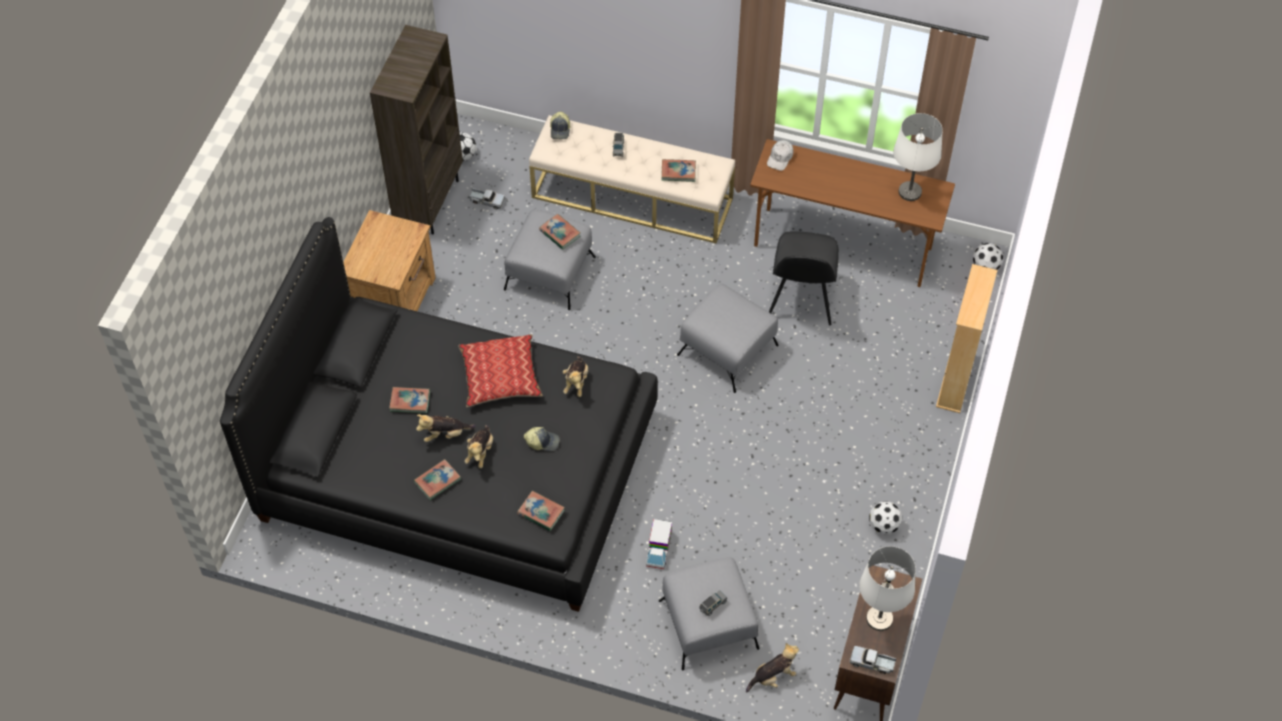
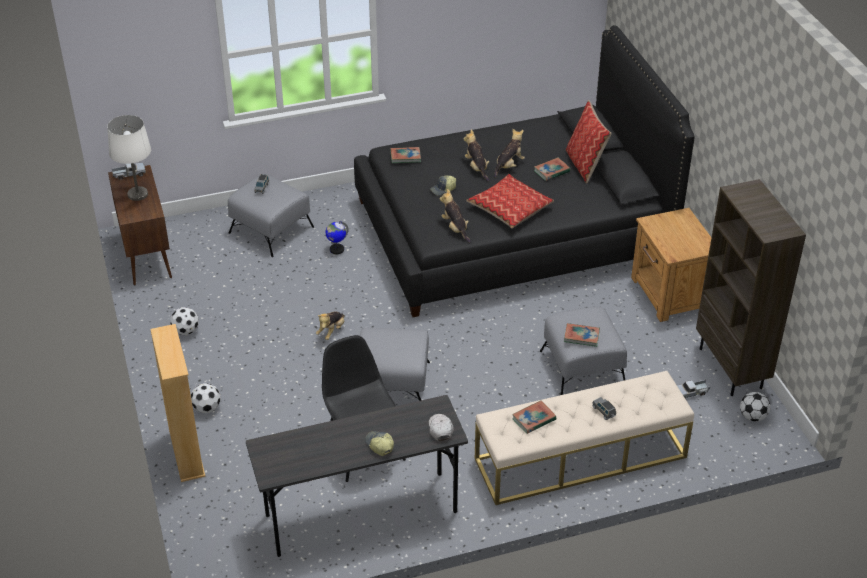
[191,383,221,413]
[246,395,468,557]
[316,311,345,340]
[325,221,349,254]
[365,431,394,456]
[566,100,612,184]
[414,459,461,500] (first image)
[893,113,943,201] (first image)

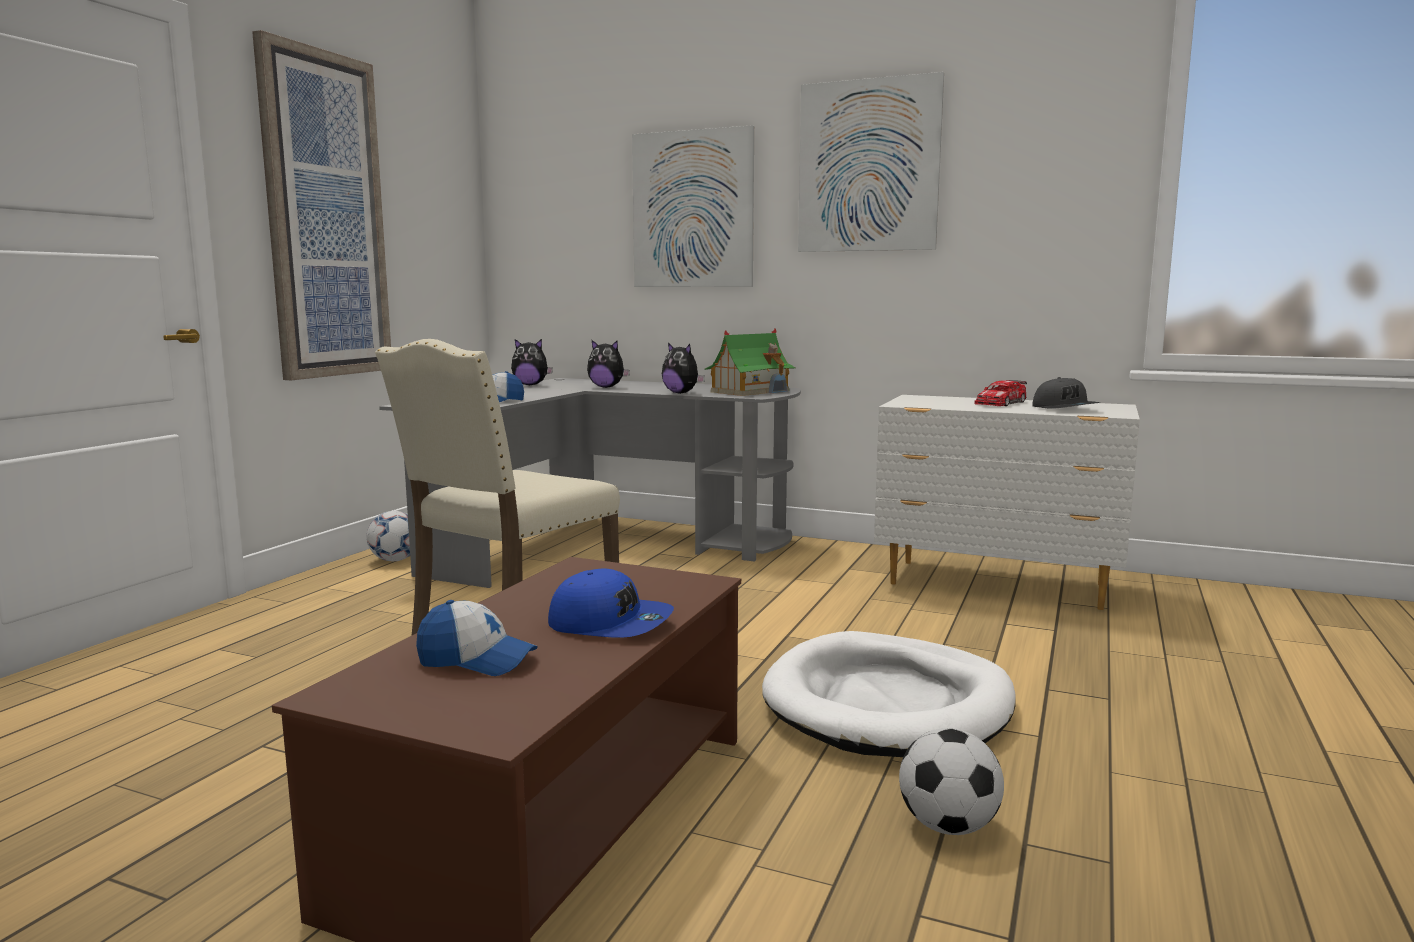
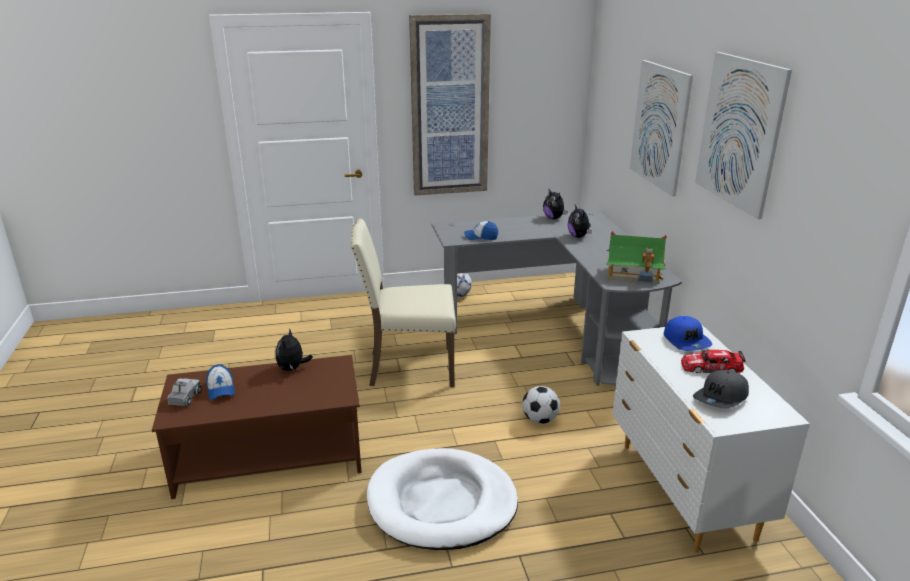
[167,378,202,406]
[275,328,313,371]
[522,386,560,424]
[664,316,712,351]

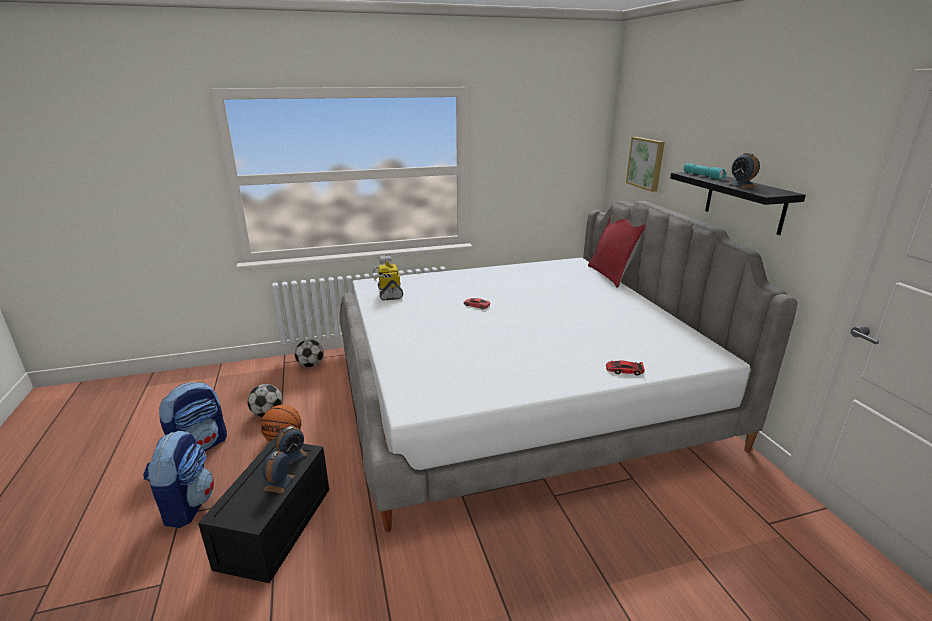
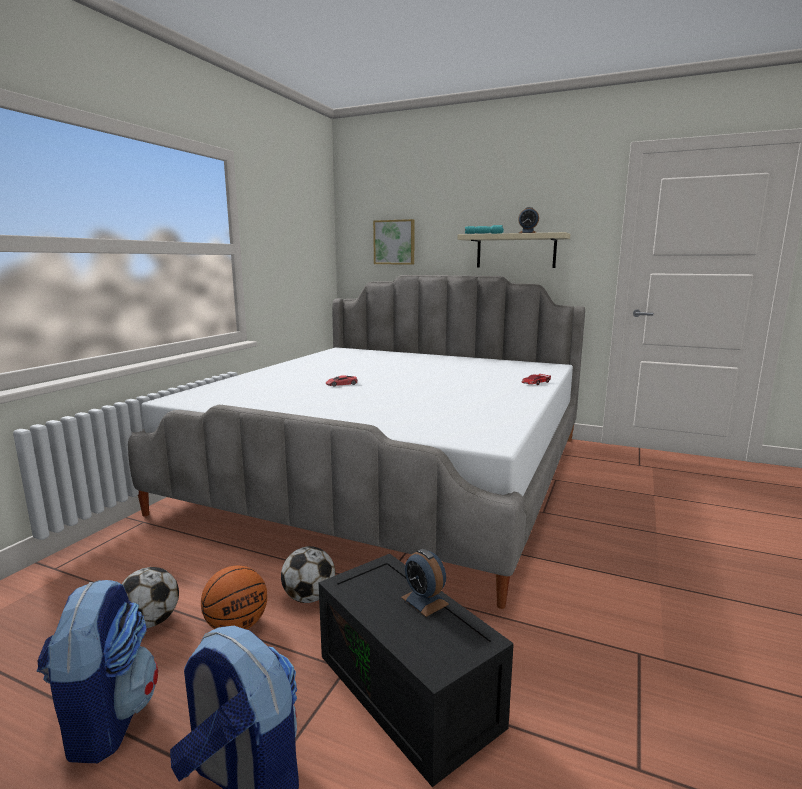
[281,546,335,603]
[457,232,570,268]
[275,426,308,464] (first image)
[372,254,403,300] (first image)
[588,216,646,288] (first image)

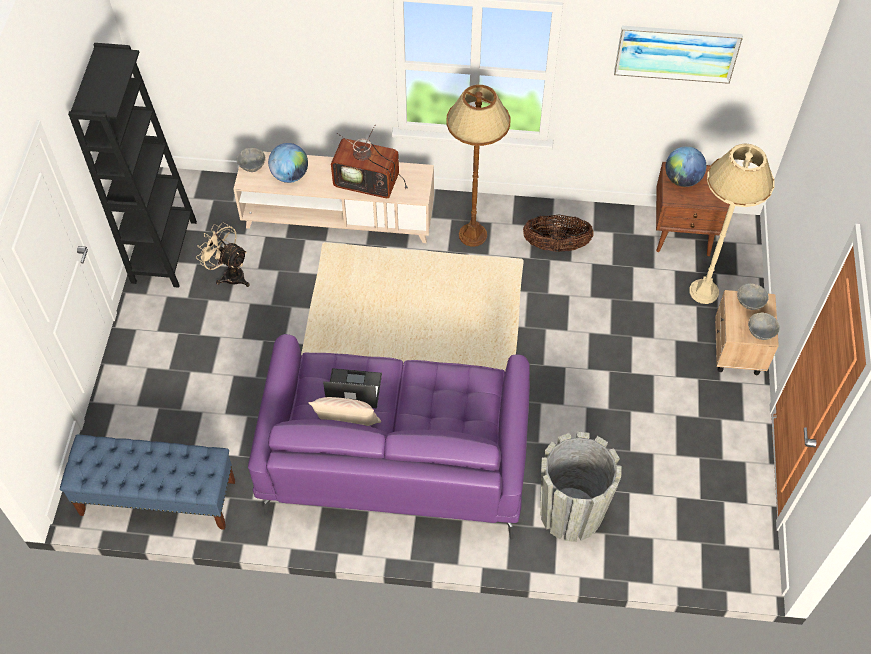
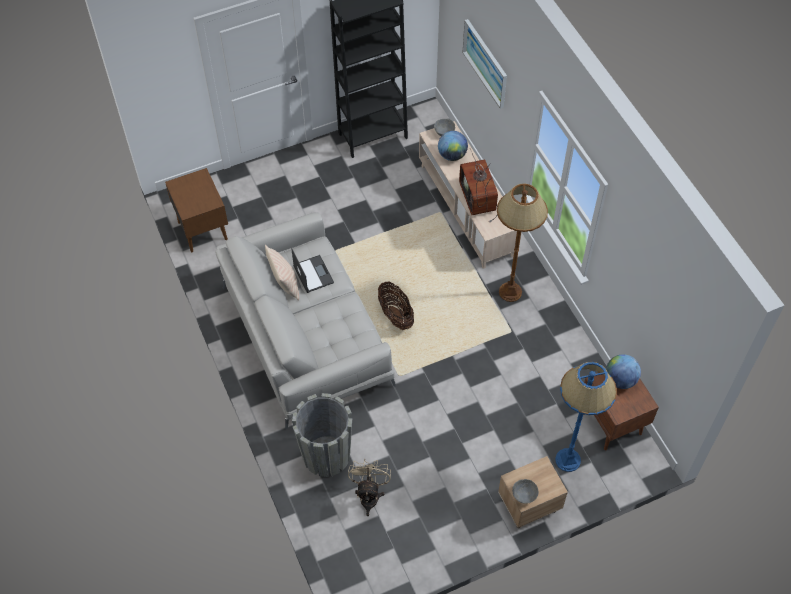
[165,168,228,252]
[215,212,396,430]
[348,459,391,516]
[378,282,414,330]
[462,19,507,109]
[555,362,617,472]
[737,283,769,310] (first image)

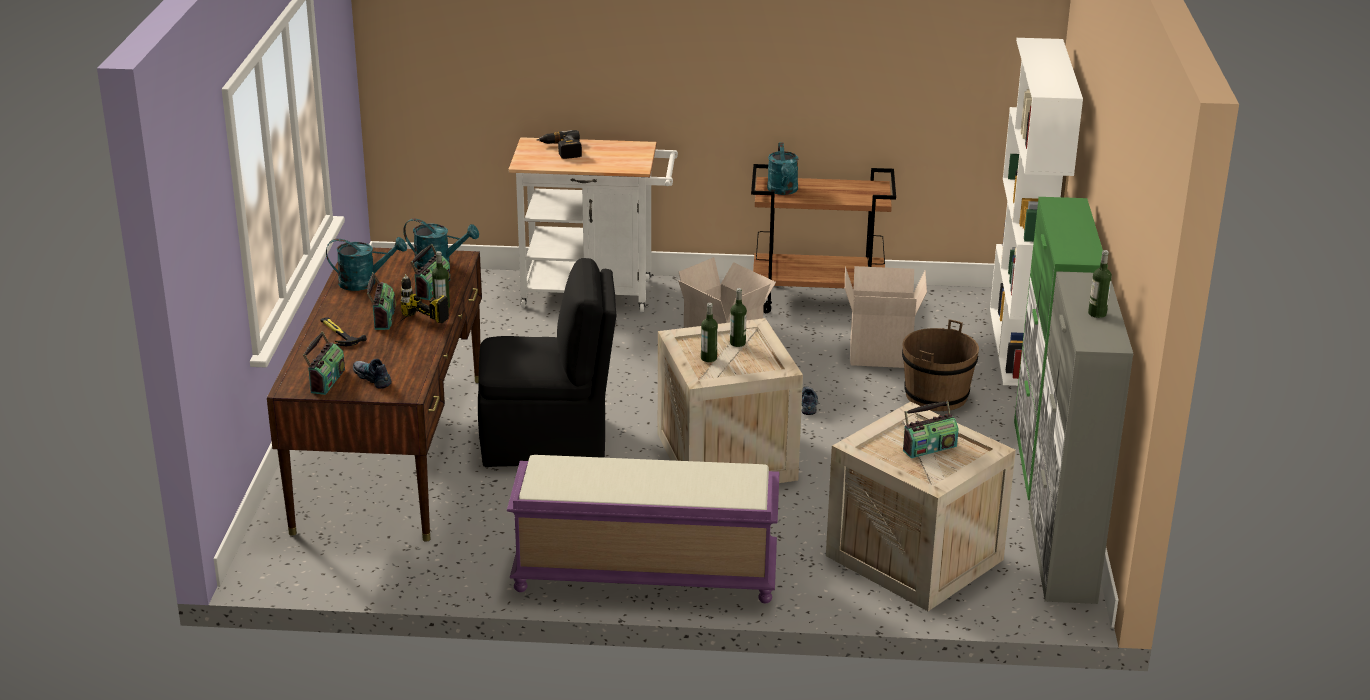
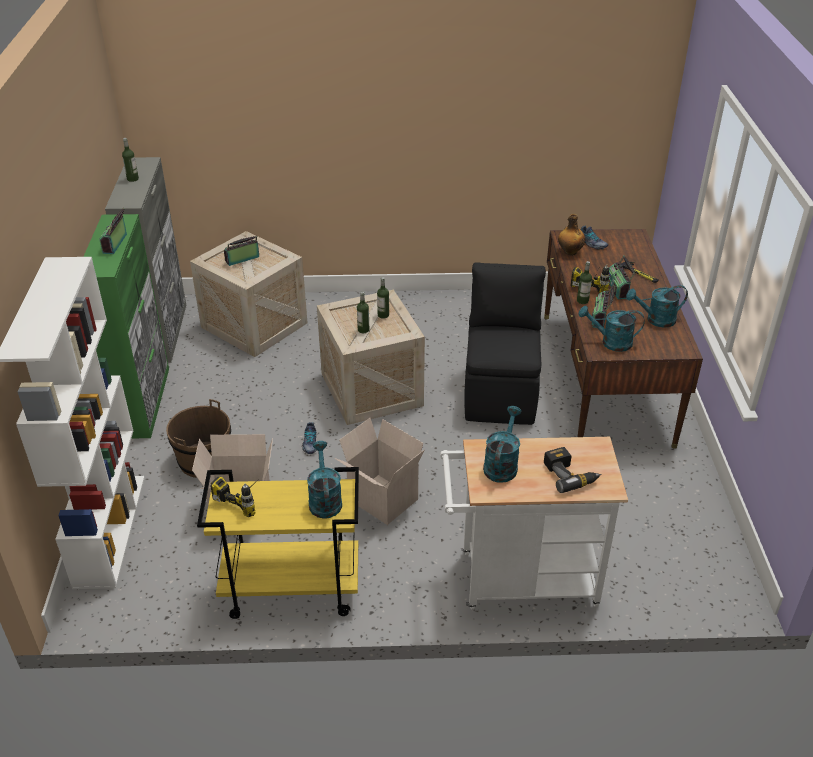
[99,208,127,254]
[197,467,359,619]
[210,476,262,517]
[464,262,546,425]
[483,406,522,483]
[558,214,585,256]
[507,455,779,603] (first image)

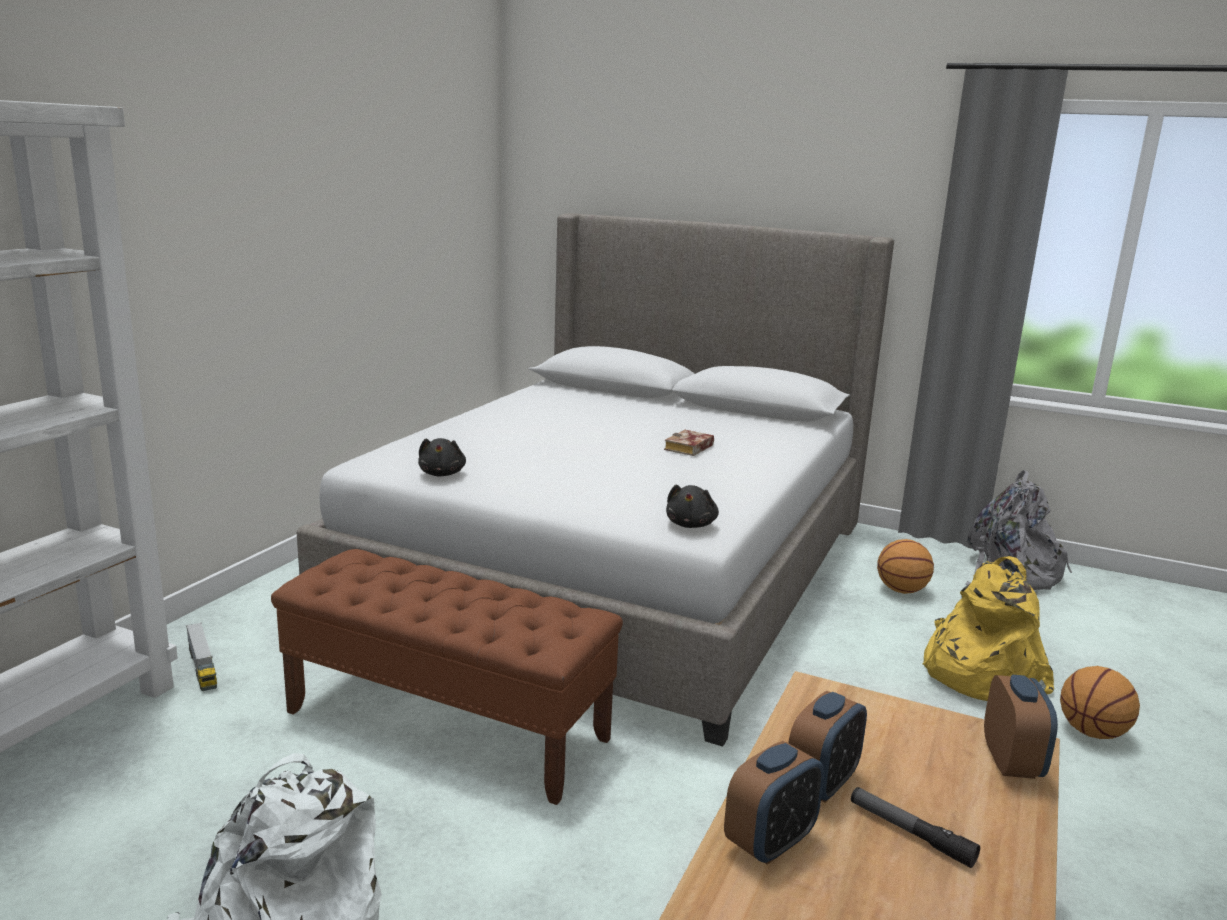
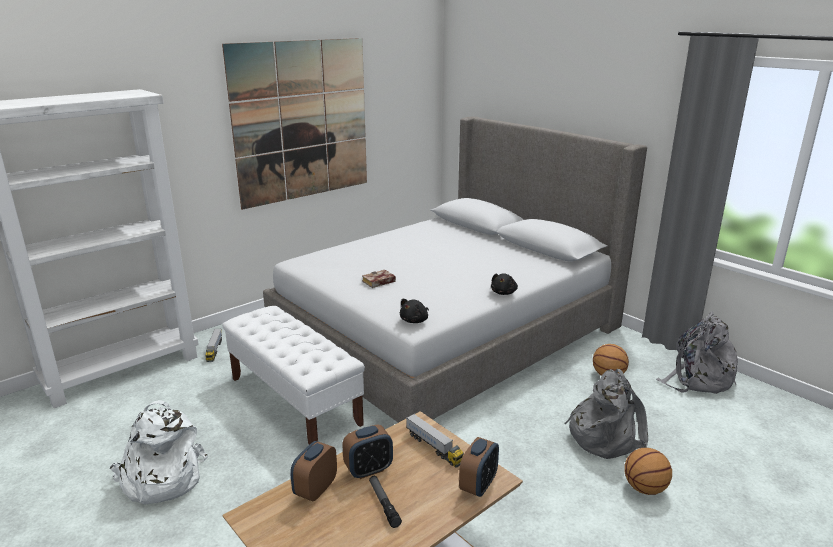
[222,38,367,210]
[222,306,365,444]
[290,441,337,501]
[362,270,396,288]
[406,414,464,467]
[491,273,518,295]
[565,369,648,459]

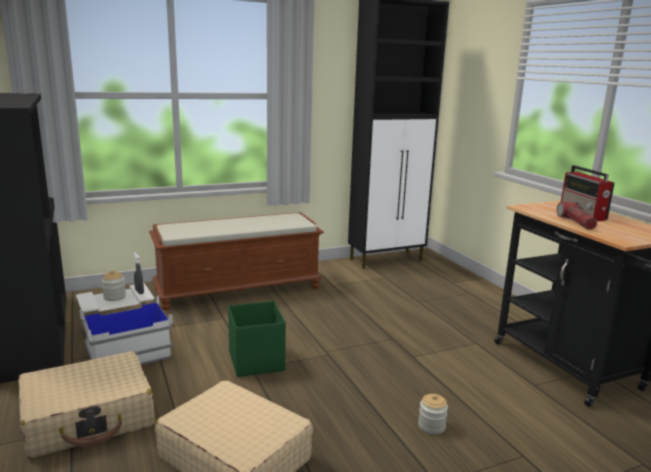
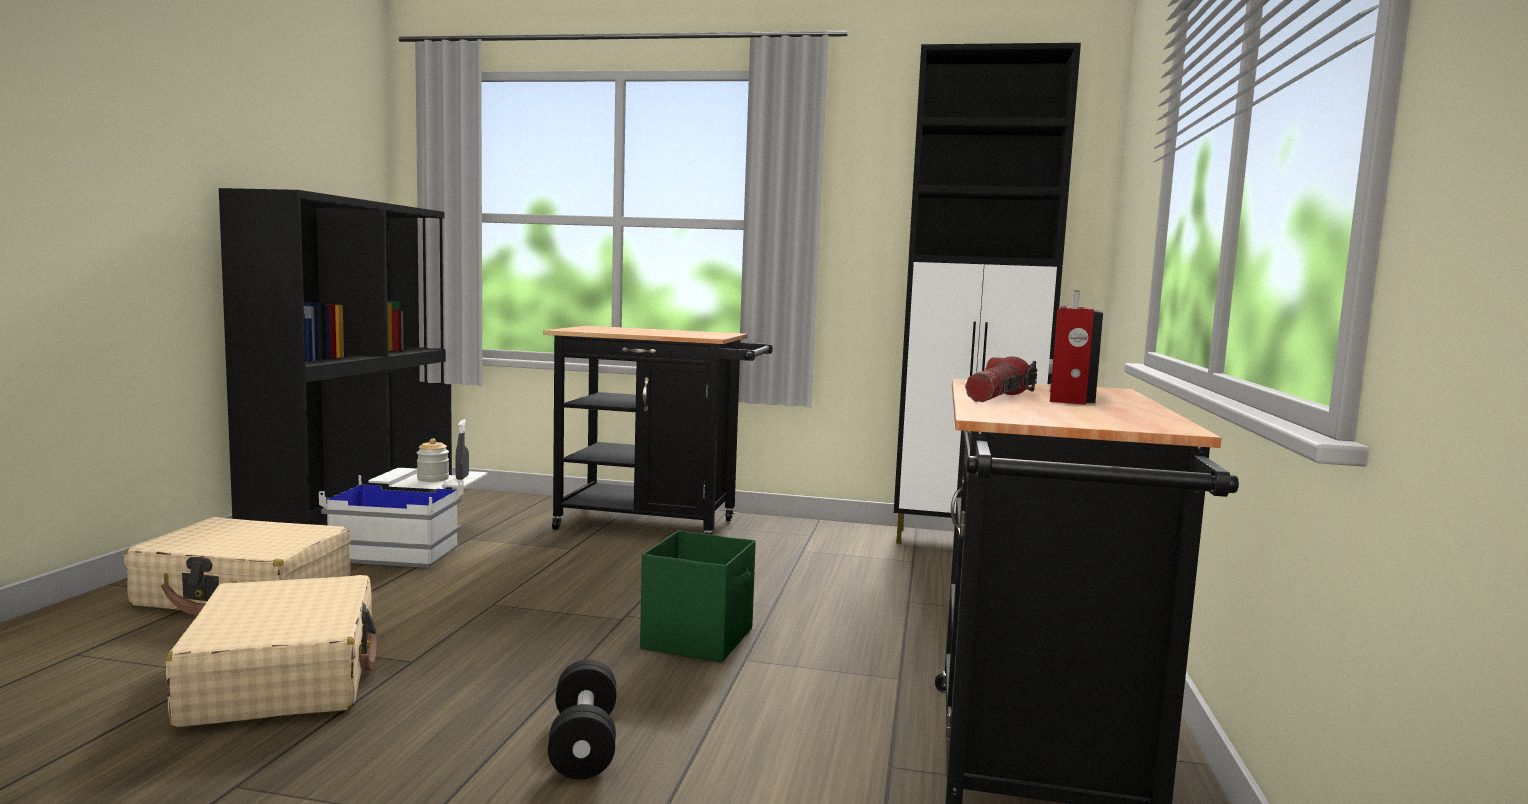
[543,326,773,535]
[548,659,616,779]
[640,531,756,662]

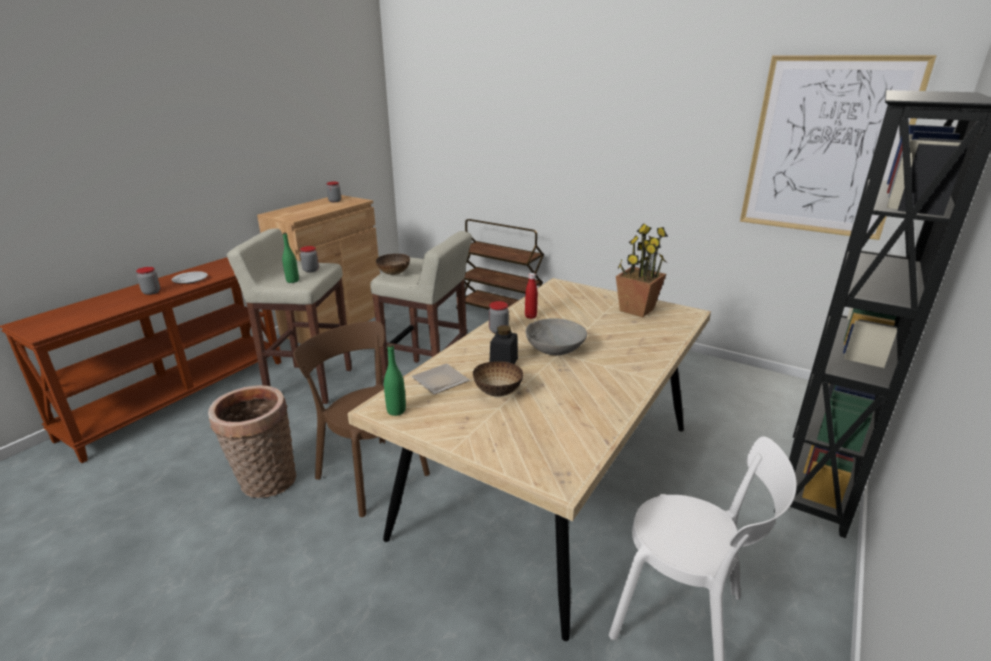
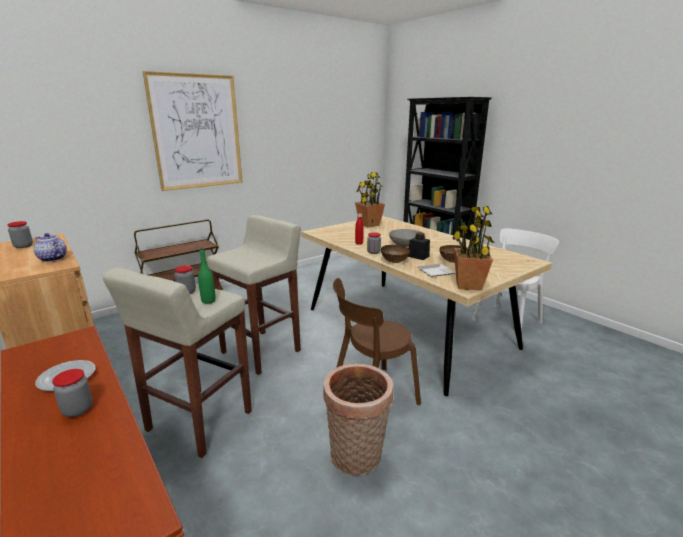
[33,233,67,262]
[143,71,243,191]
[381,245,410,263]
[452,206,494,290]

